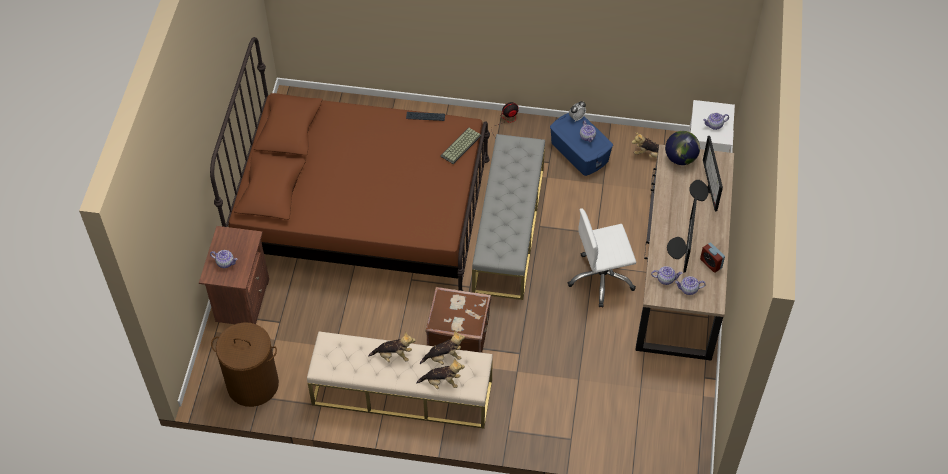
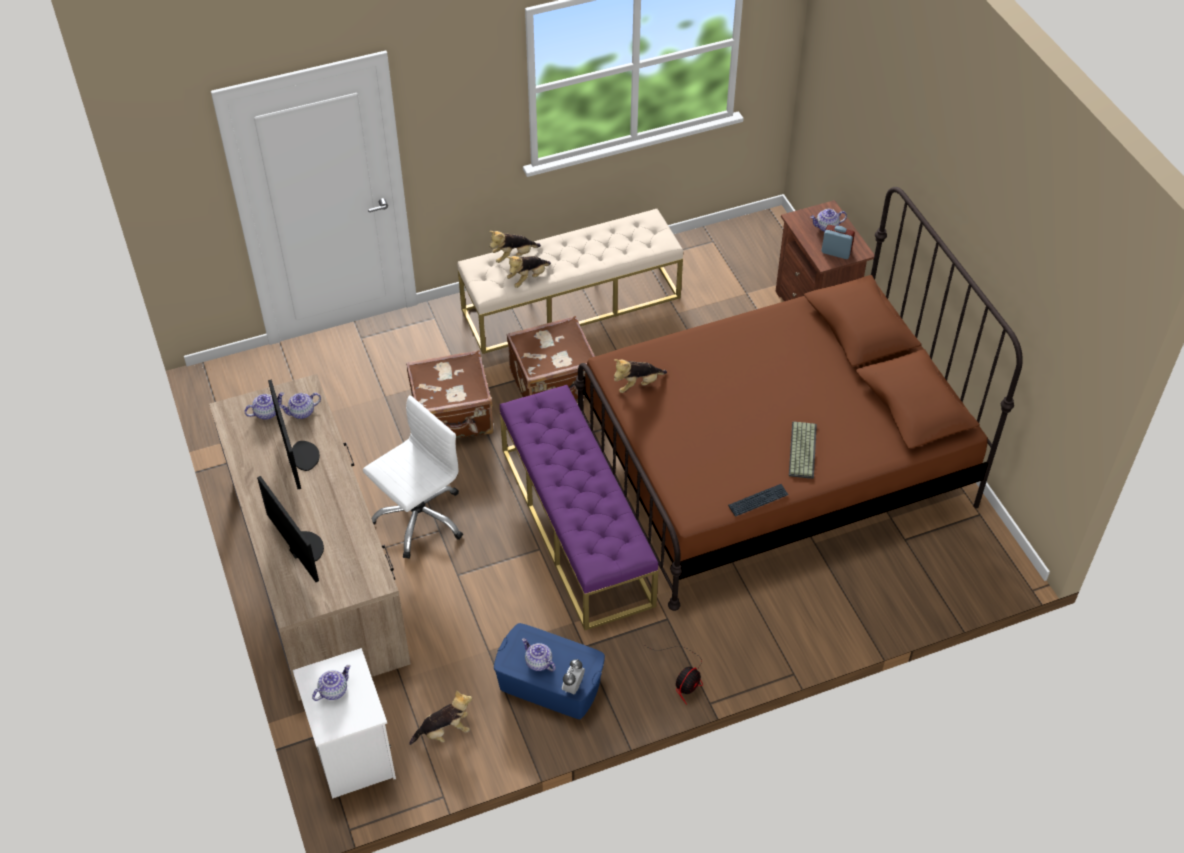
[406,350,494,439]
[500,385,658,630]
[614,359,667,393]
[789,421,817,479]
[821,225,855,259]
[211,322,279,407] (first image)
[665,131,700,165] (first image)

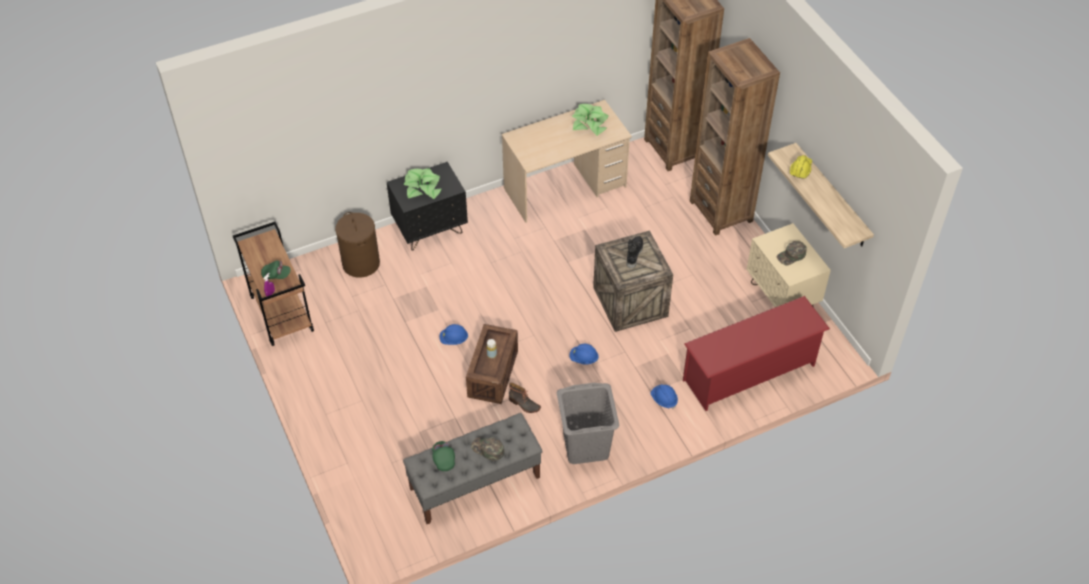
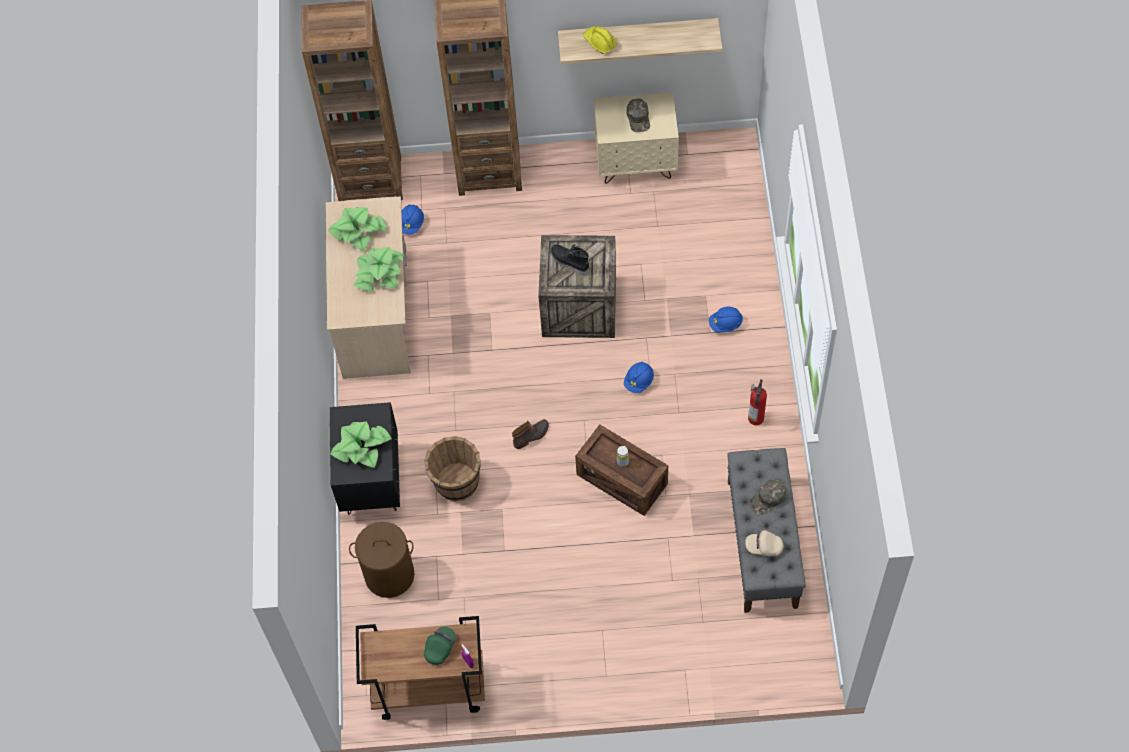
[353,247,403,292]
[402,204,424,234]
[424,436,481,501]
[512,419,549,449]
[745,530,784,556]
[748,379,767,425]
[683,296,830,411] (first image)

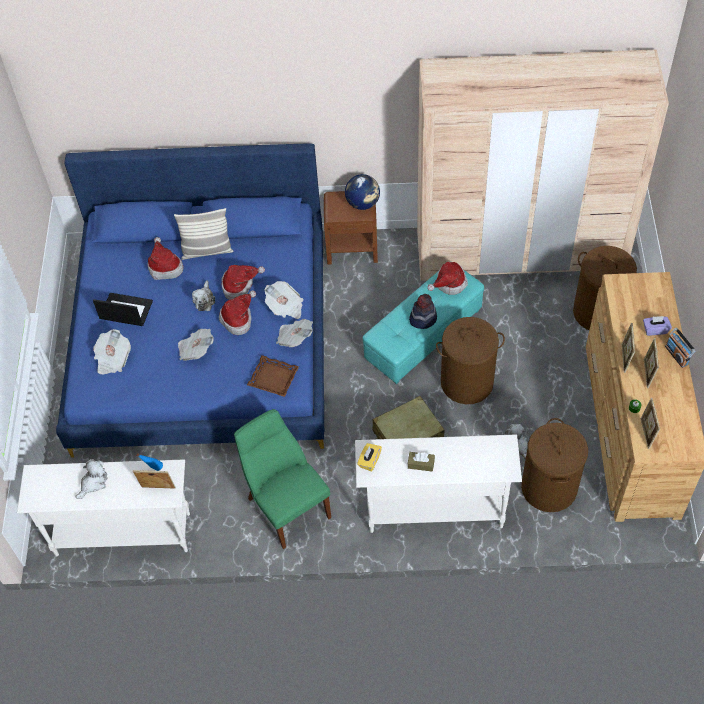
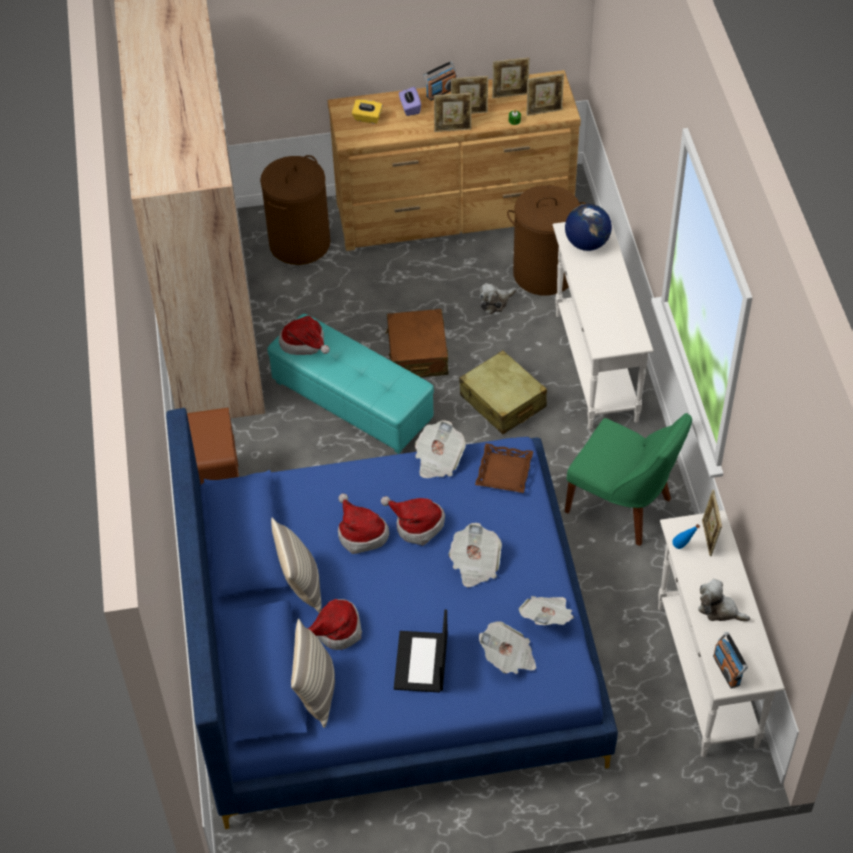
[291,619,335,728]
[352,99,383,124]
[386,309,449,377]
[492,58,530,98]
[519,596,574,625]
[565,204,612,251]
[565,413,692,546]
[713,632,748,689]
[192,280,215,311] (first image)
[408,452,435,472] (first image)
[409,294,437,329] (first image)

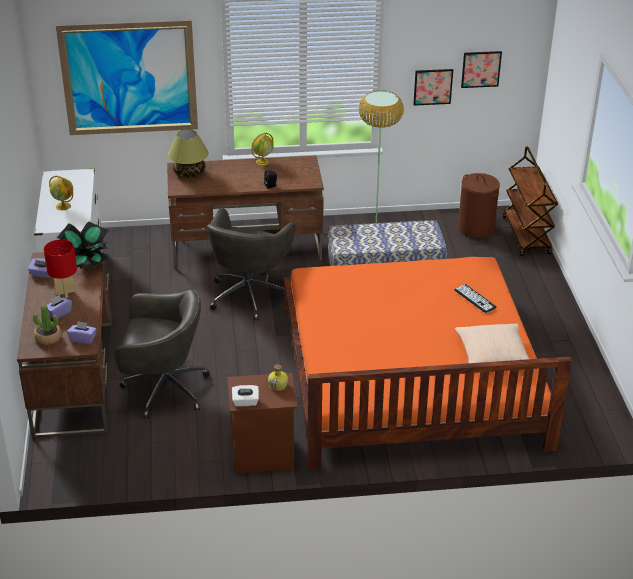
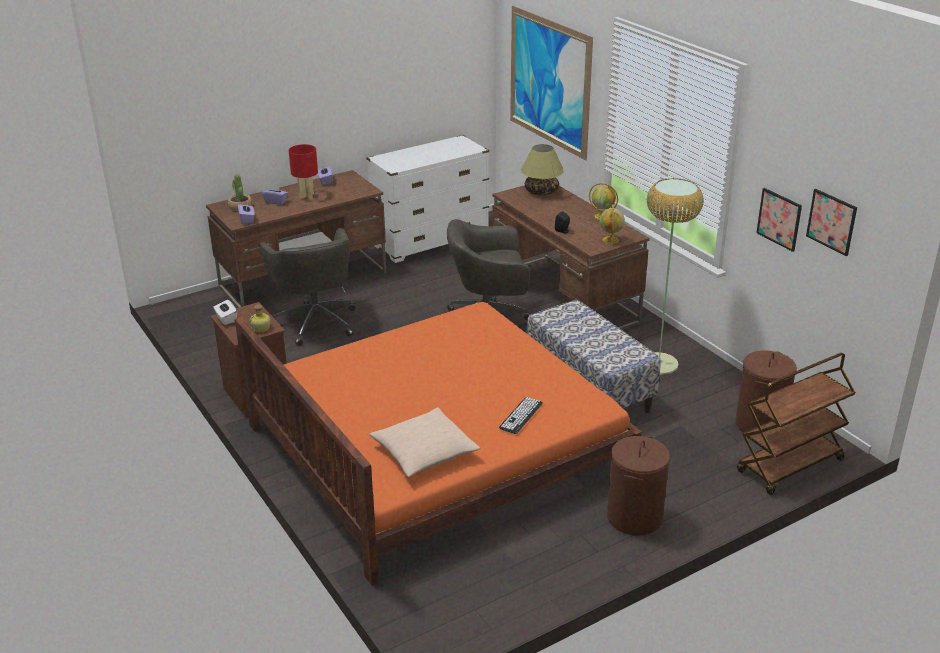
[599,204,625,244]
[607,436,670,536]
[57,221,109,269] (first image)

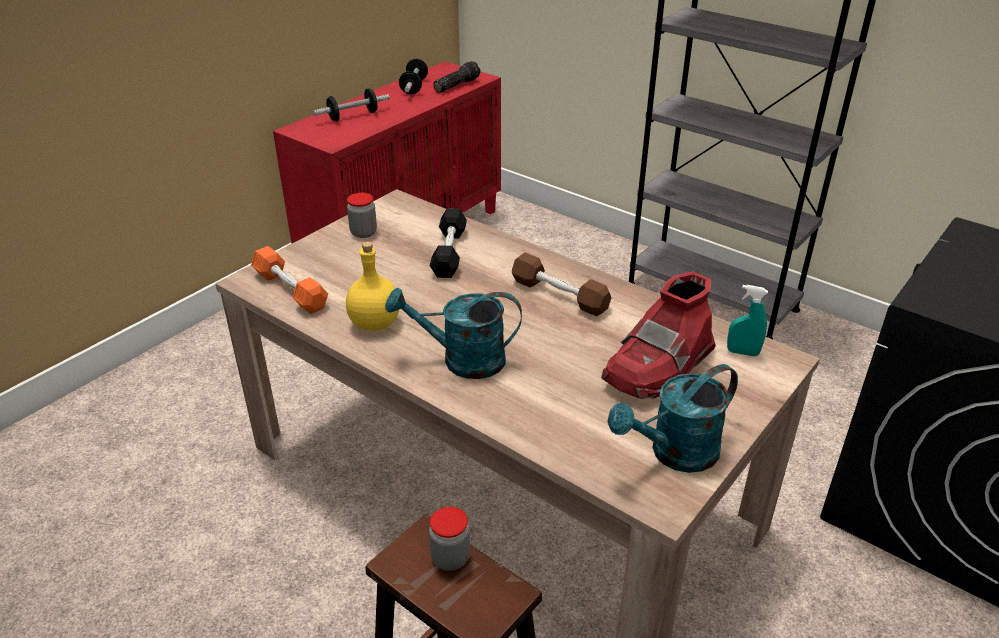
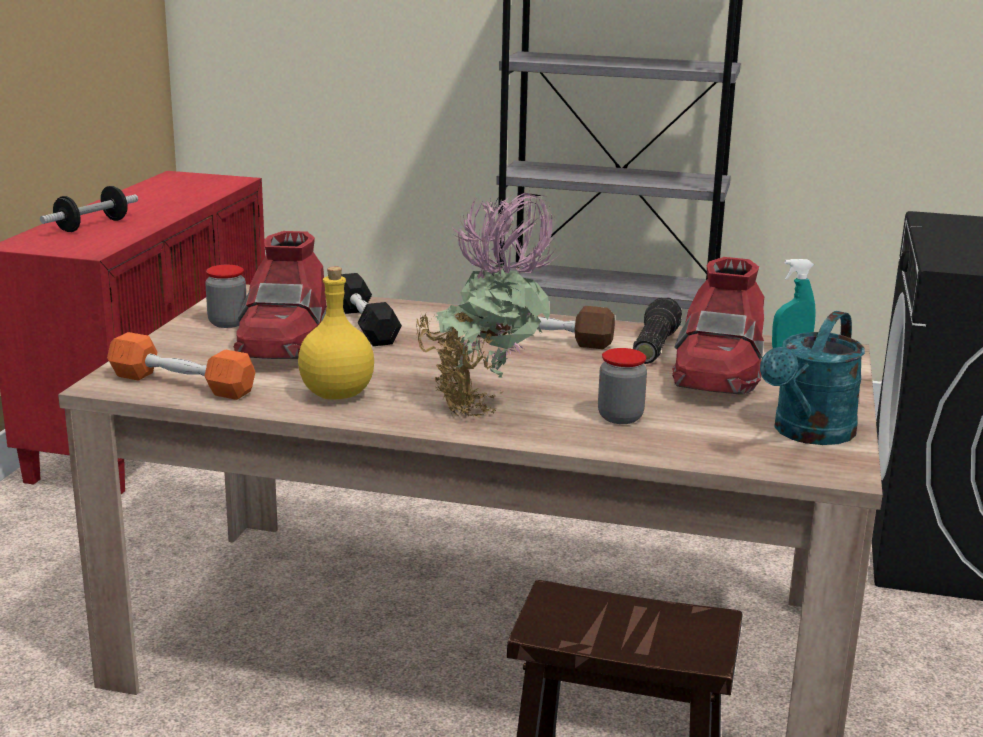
[233,231,327,359]
[415,193,559,419]
[598,348,647,424]
[633,298,682,364]
[399,58,428,94] (first image)

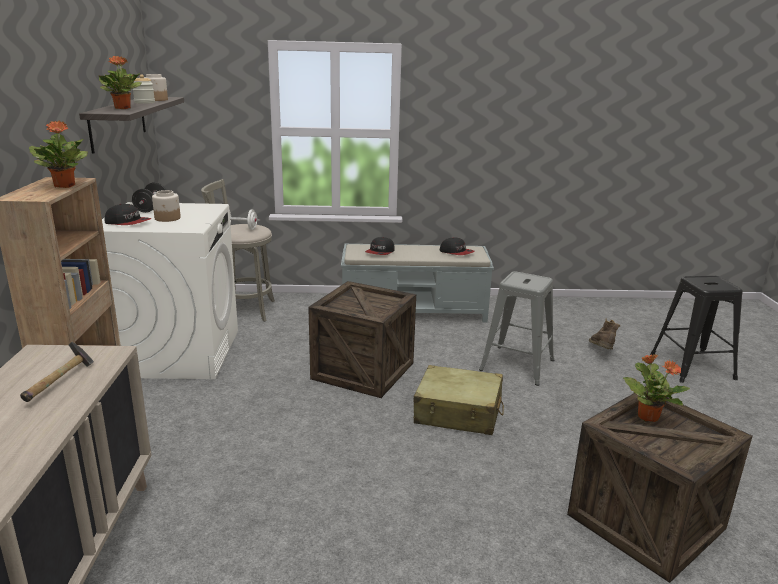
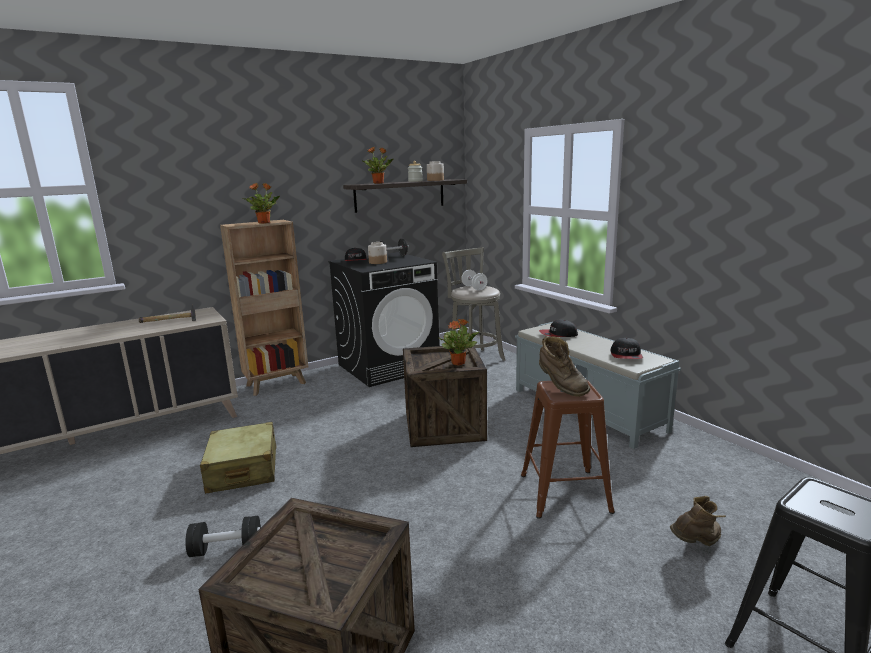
[185,516,261,557]
[200,422,276,494]
[328,252,439,387]
[439,319,479,365]
[521,380,615,519]
[539,336,590,397]

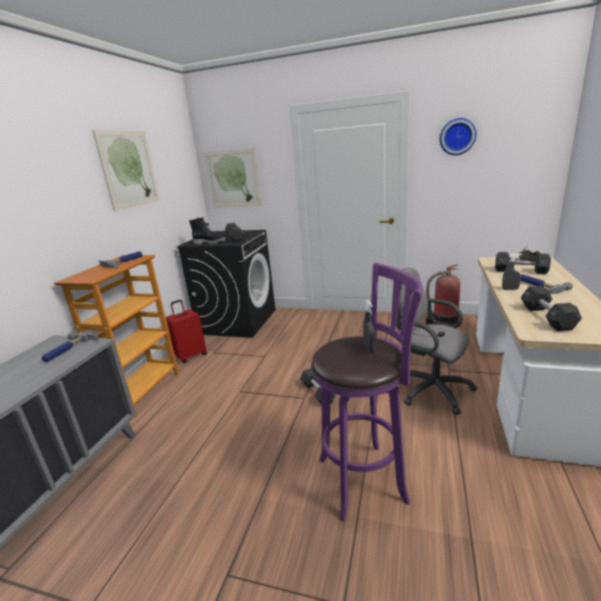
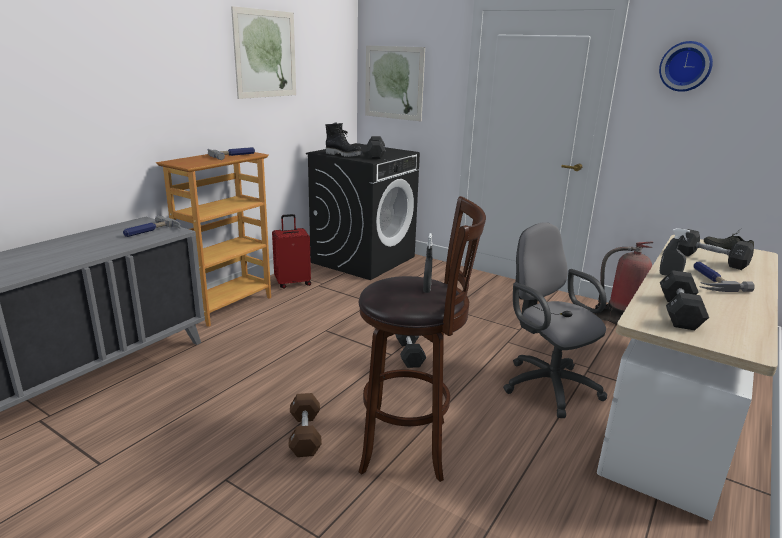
[288,393,322,457]
[358,196,486,482]

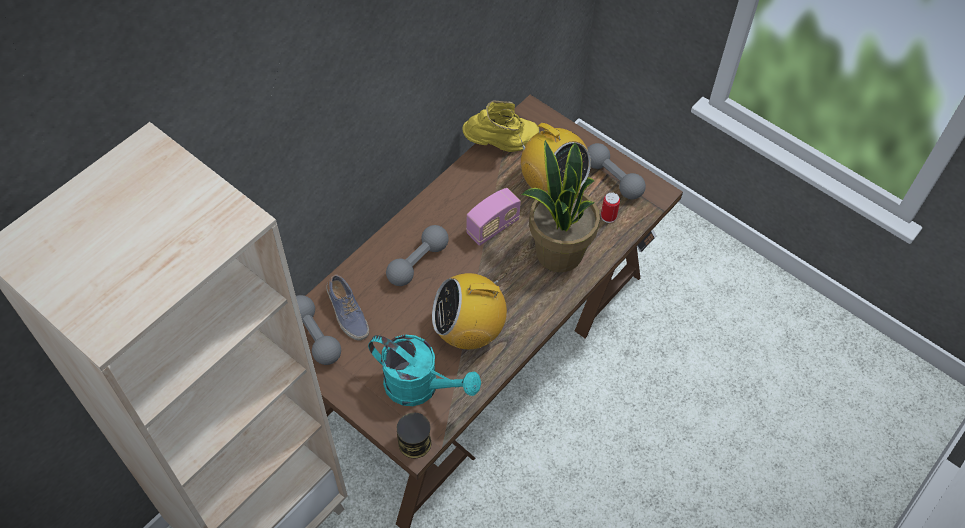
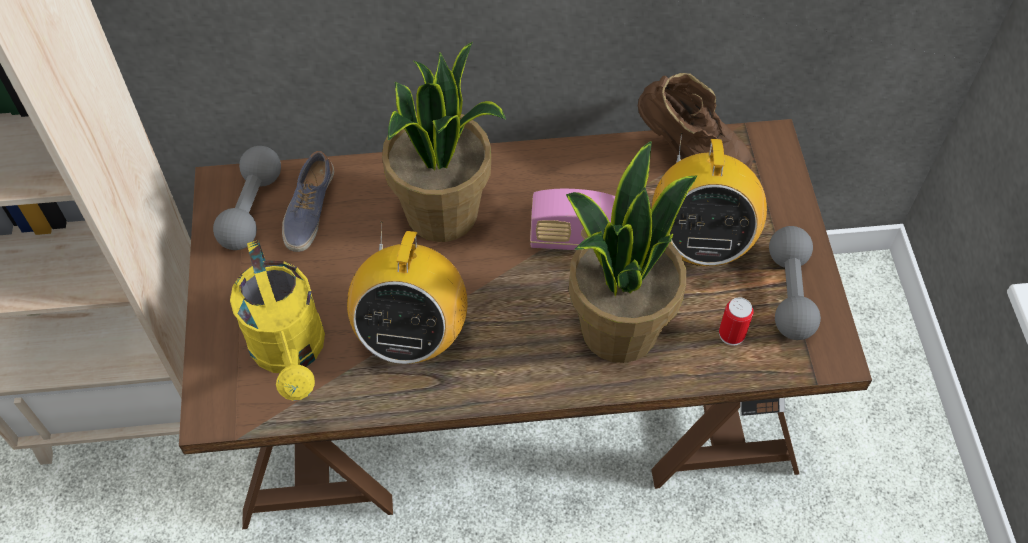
[230,240,325,401]
[347,221,467,364]
[382,42,506,242]
[638,73,753,169]
[397,412,431,458] (first image)

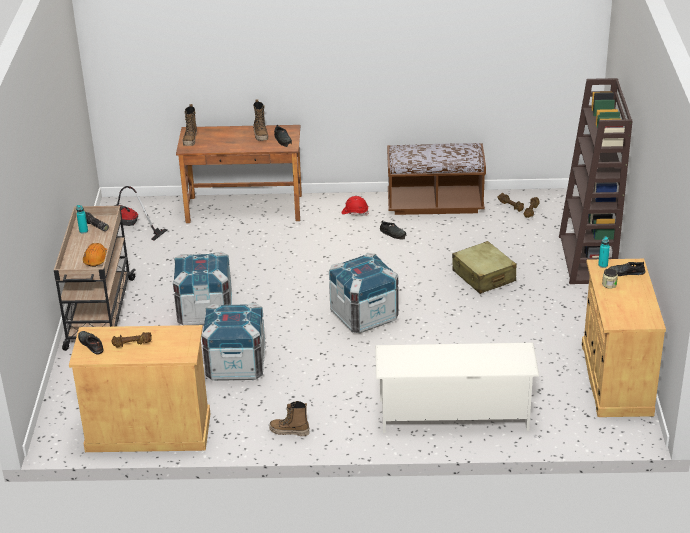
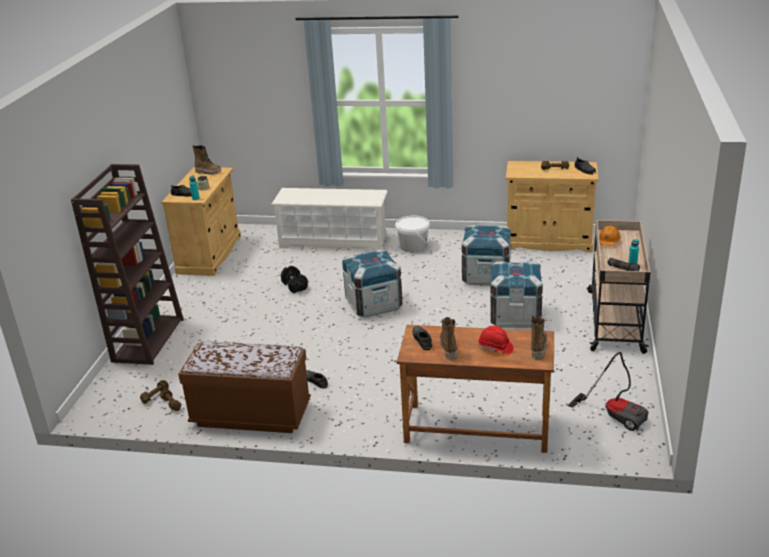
[192,145,221,175]
[281,266,308,293]
[395,216,430,252]
[478,326,514,354]
[452,241,517,294] (first image)

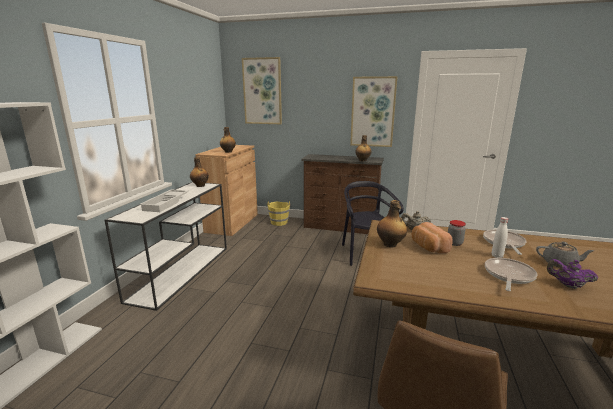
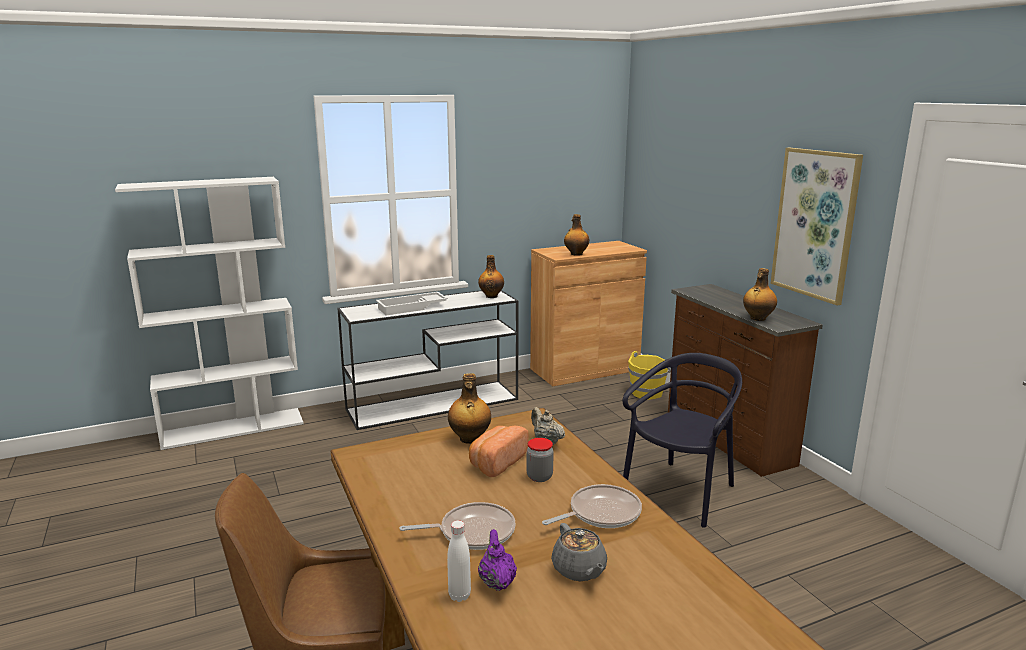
[447,520,471,602]
[242,57,282,124] (first image)

